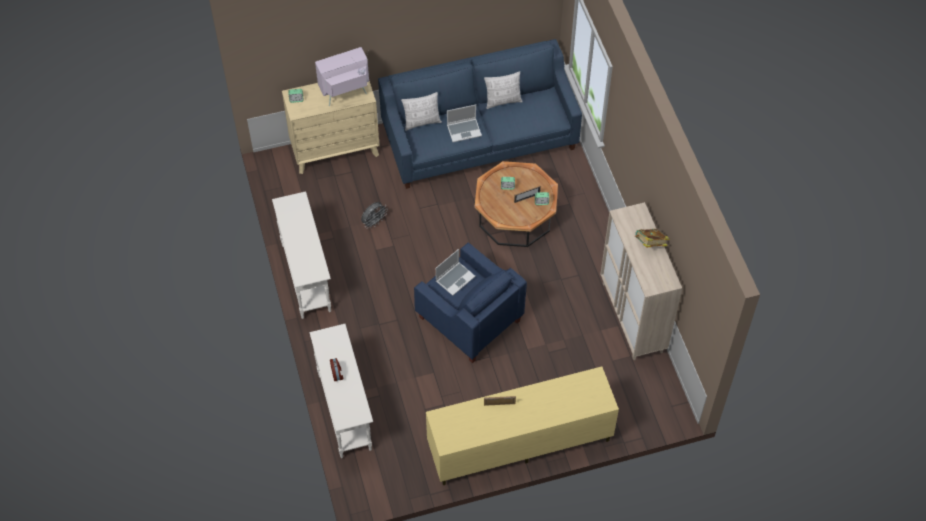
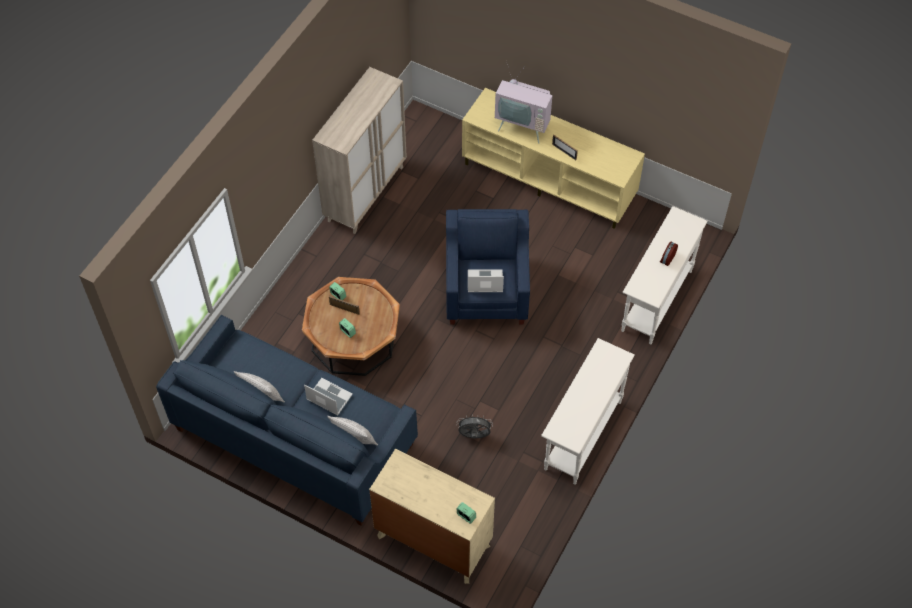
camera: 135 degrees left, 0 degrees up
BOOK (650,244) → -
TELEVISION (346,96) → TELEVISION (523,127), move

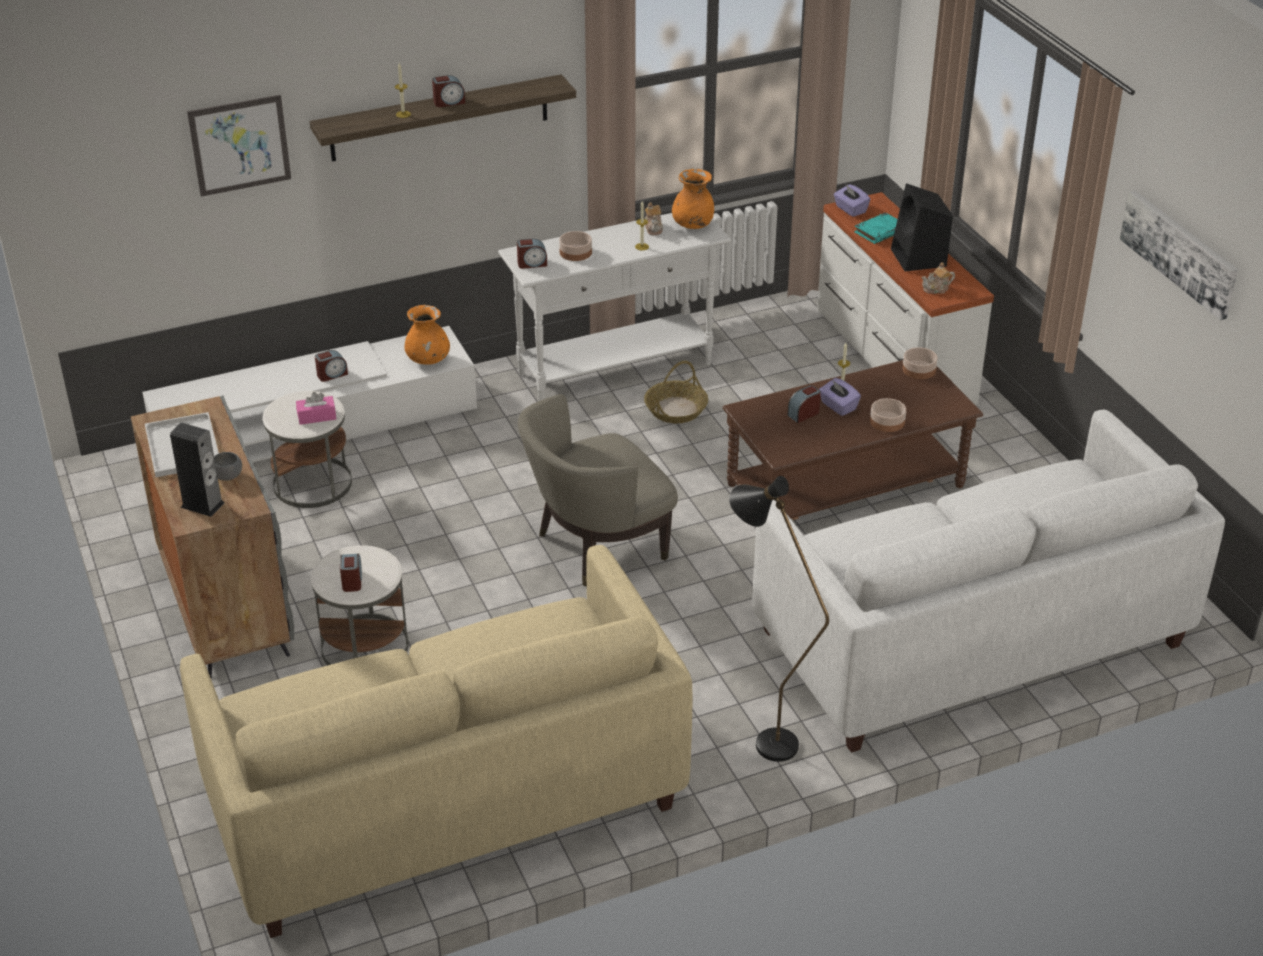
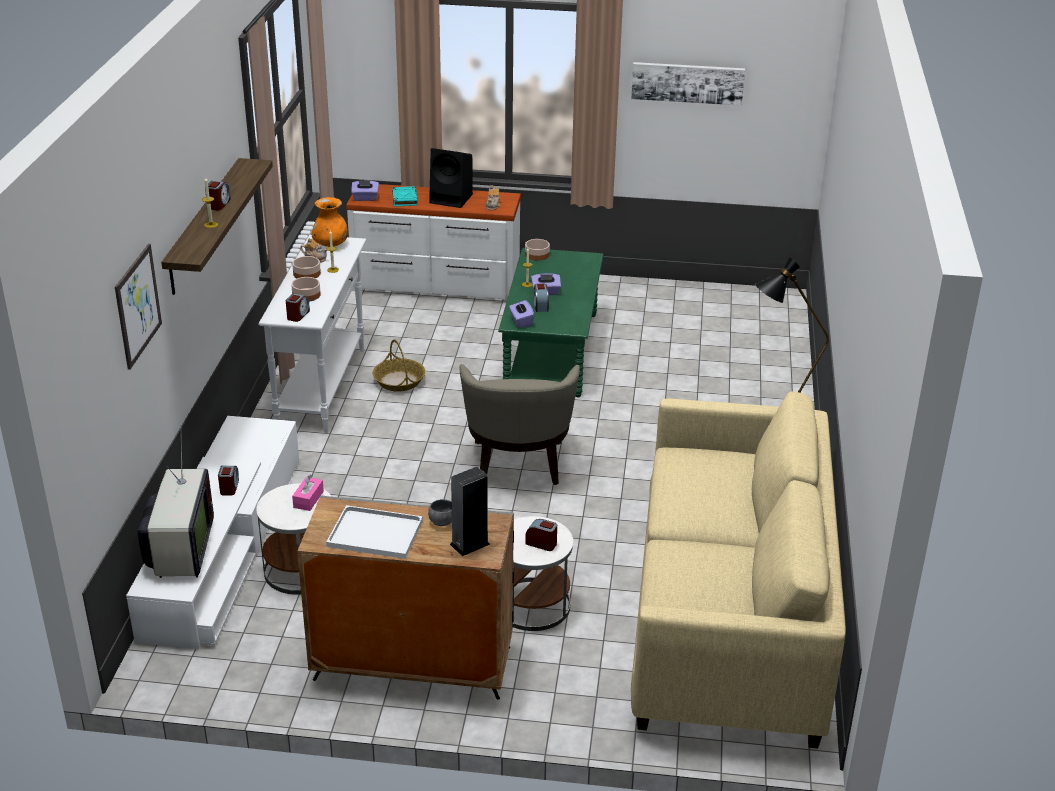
camera: 60 degrees left, 5 degrees down
ORANGE VASE (428,360) → -
WHITE SOFA (970,638) → -
- → TELEVISION (180,551)
- → PURPLE TISSUE BOX (521,322)
BOWL (886,421) → BOWL (306,274), move
BROWN COFFEE TABLE (844,485) → GREEN COFFEE TABLE (551,352)

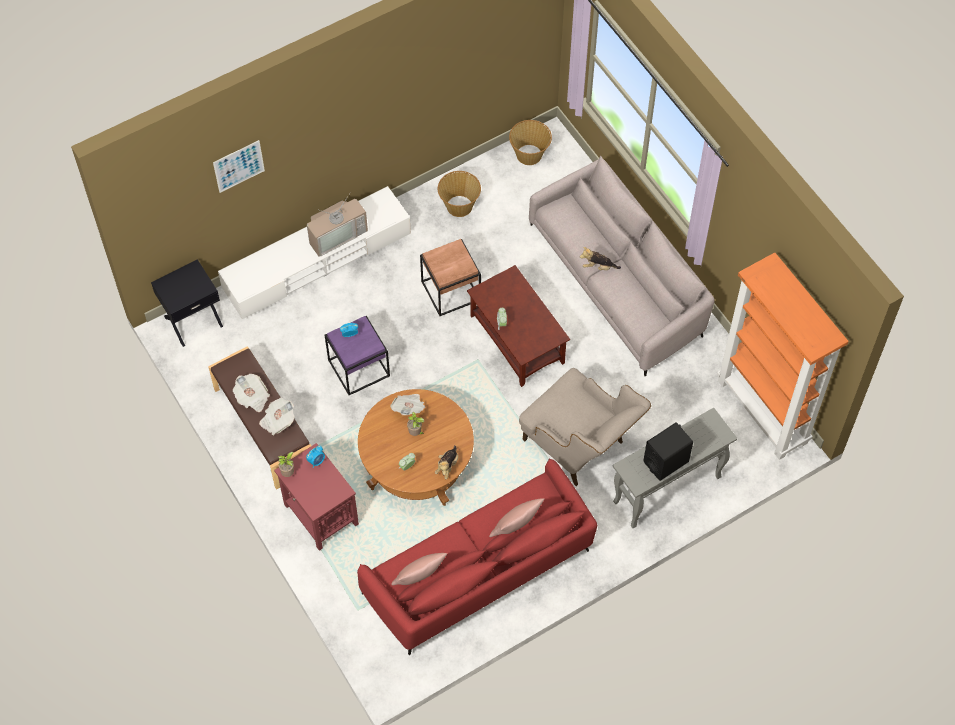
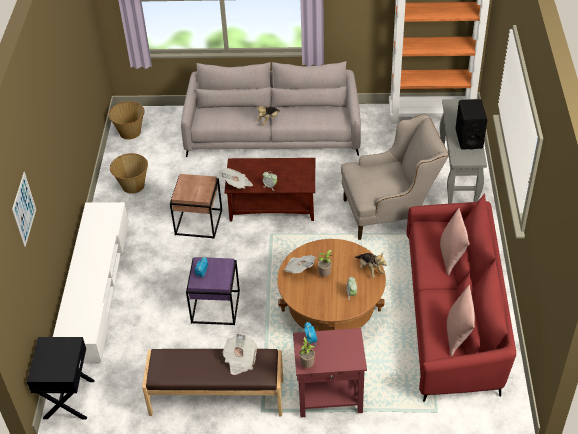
camera: 55 degrees left, 15 degrees down
TELEVISION (337,234) → -
NEWSPAPER (252,397) → NEWSPAPER (237,185), move

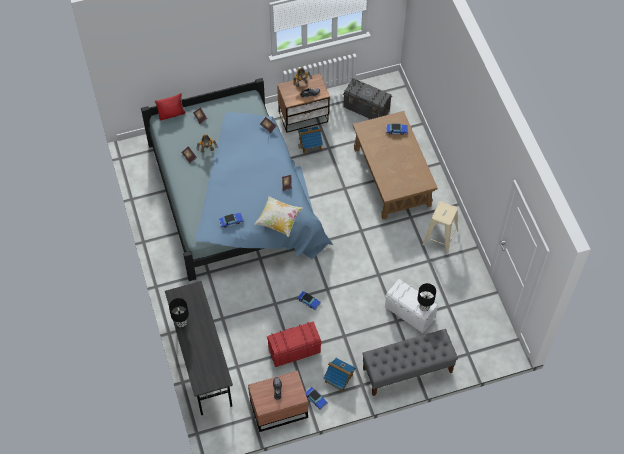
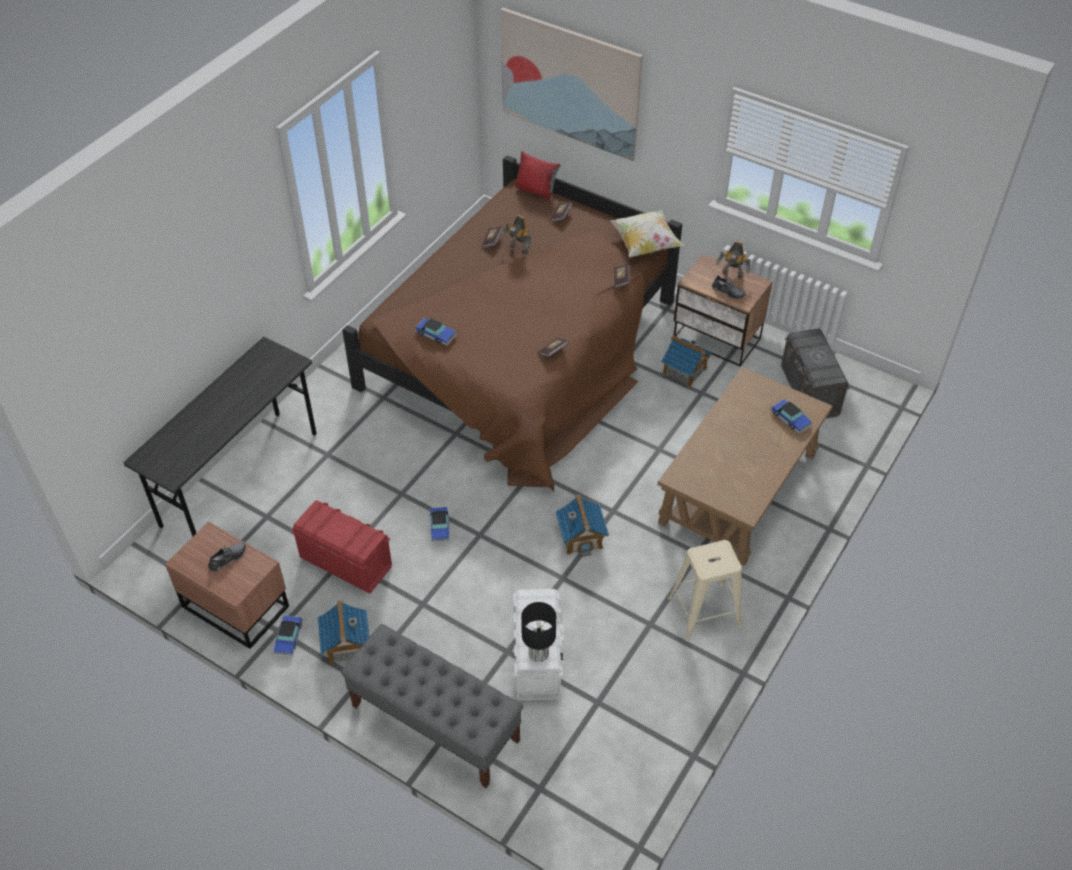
camera: 50 degrees right, 10 degrees down
BLACK TABLE LAMP (181,322) → -
- → PICTURE (570,83)
- → TOY HOUSE (581,536)
PILLOW (279,220) → PILLOW (645,244), move
BLUE BED (235,197) → BROWN BED (521,352)

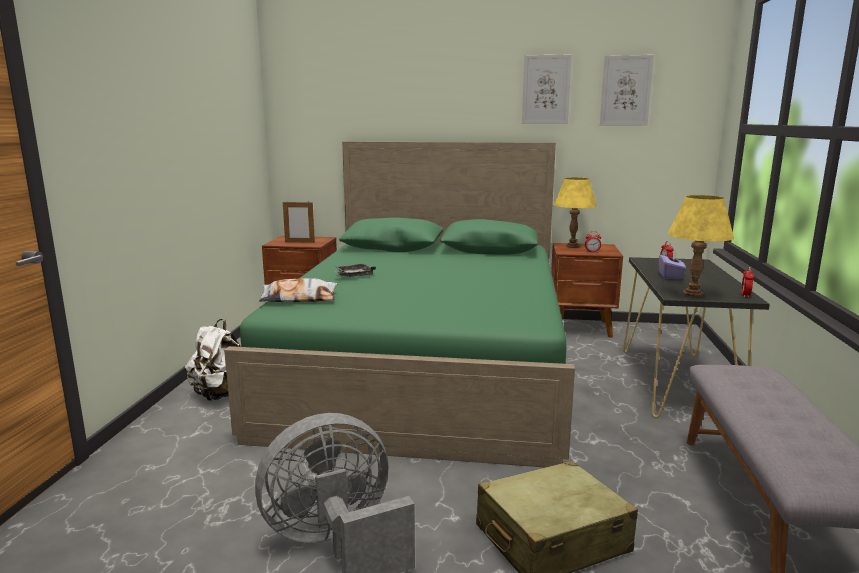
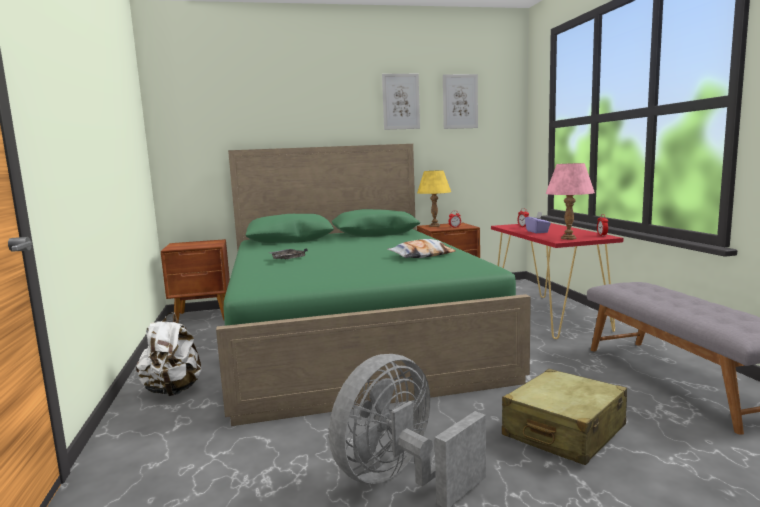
camera: 20 degrees left, 5 degrees down
PICTURE FRAME (299,242) → -
PILLOW (299,298) → PILLOW (421,255), move
BLACK CONSOLE TABLE (677,383) → RED CONSOLE TABLE (548,316)
YELLOW TABLE LAMP (693,294) → PINK TABLE LAMP (568,238)

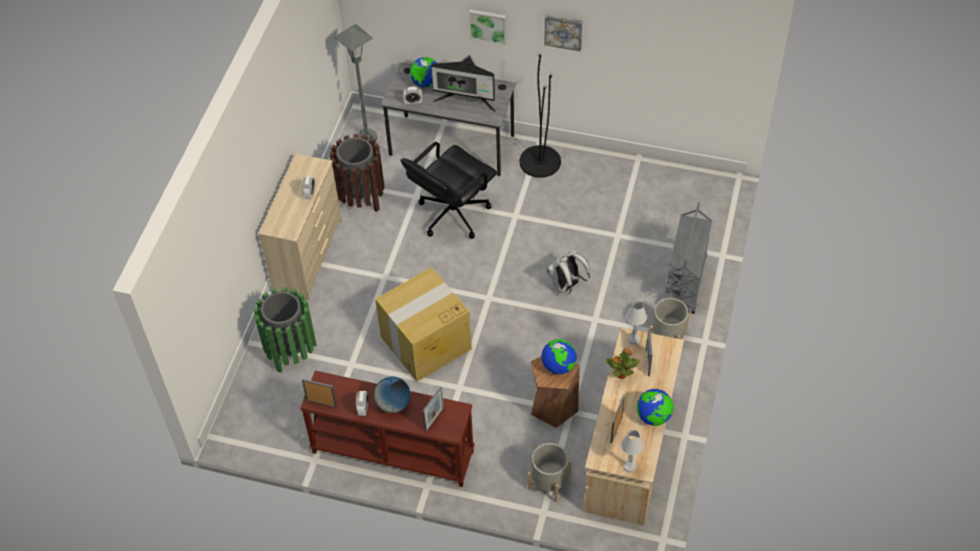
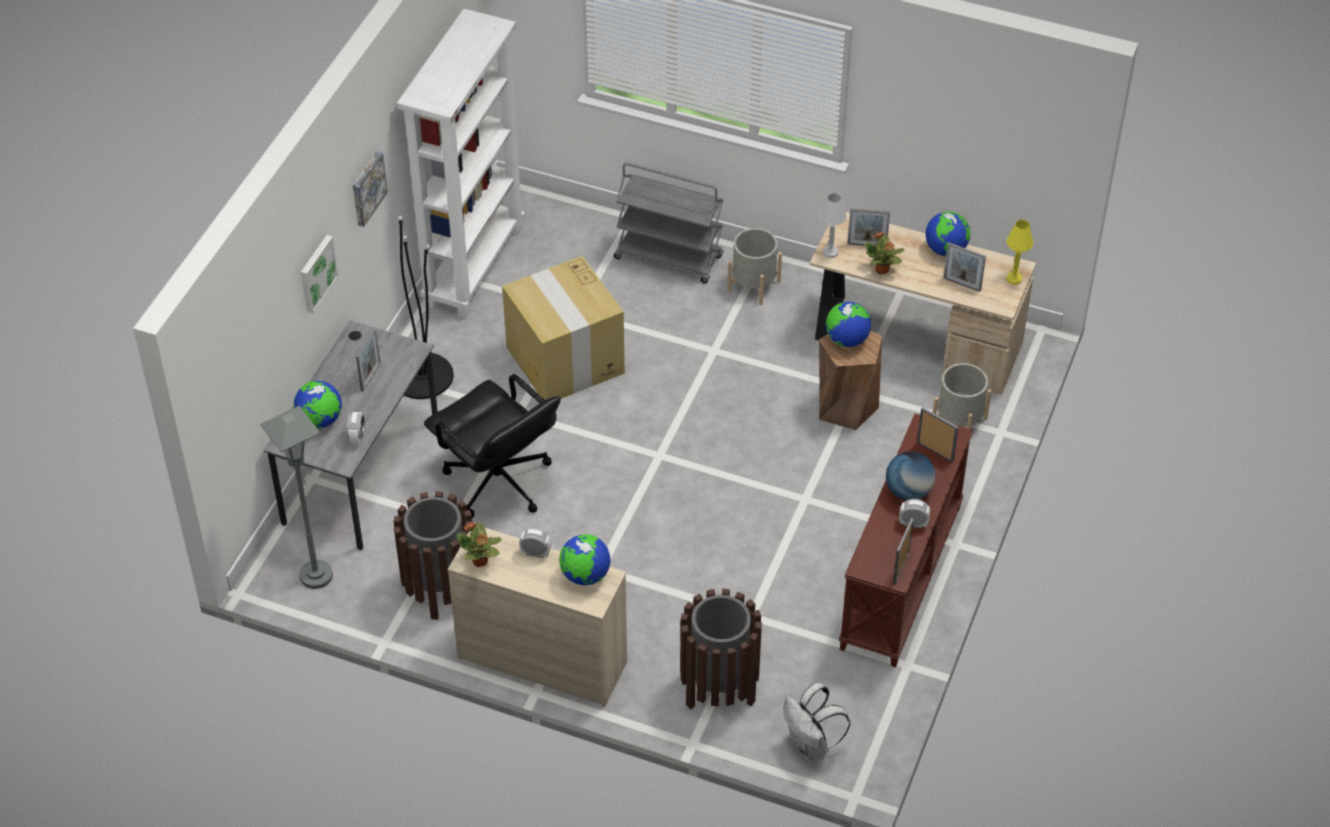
camera: 85 degrees left, 5 degrees down
- → WHITE BOOKCASE (473,266)
- → POTTED PLANT (480,562)
- → GLOBE (585,575)
CARDBOARD BOX (425,343) → CARDBOARD BOX (566,361), move
WHITE BACKPACK (566,286) → WHITE BACKPACK (811,745), move
MONITOR (466,100) → PICTURE FRAME (370,377)
GREEN TRASH CAN (291,351) → BROWN TRASH CAN (718,687)
WHITE TABLE LAMP (629,466) → YELLOW TABLE LAMP (1014,279)

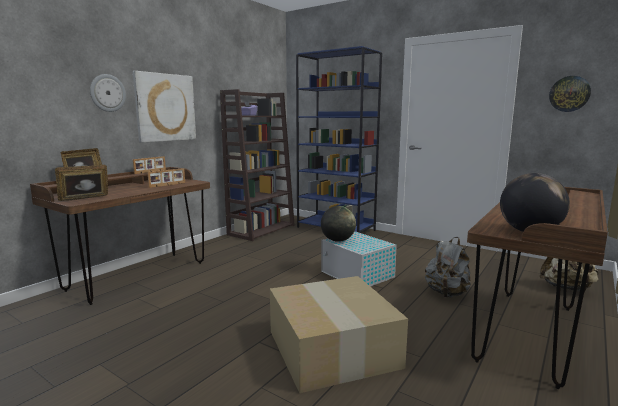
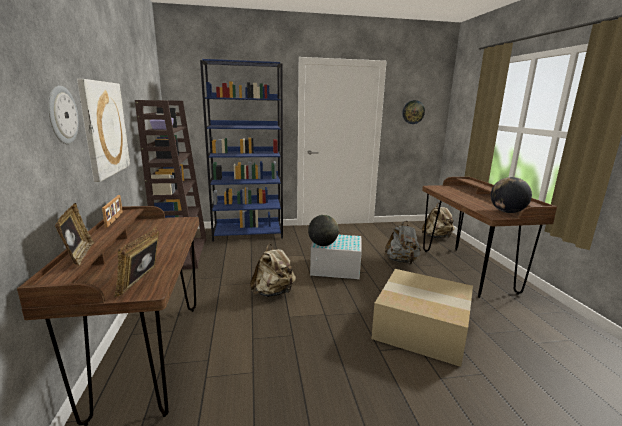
camera: 45 degrees left, 5 degrees up
PICTURE FRAME (167,185) → -
- → BEIGE BACKPACK (273,293)

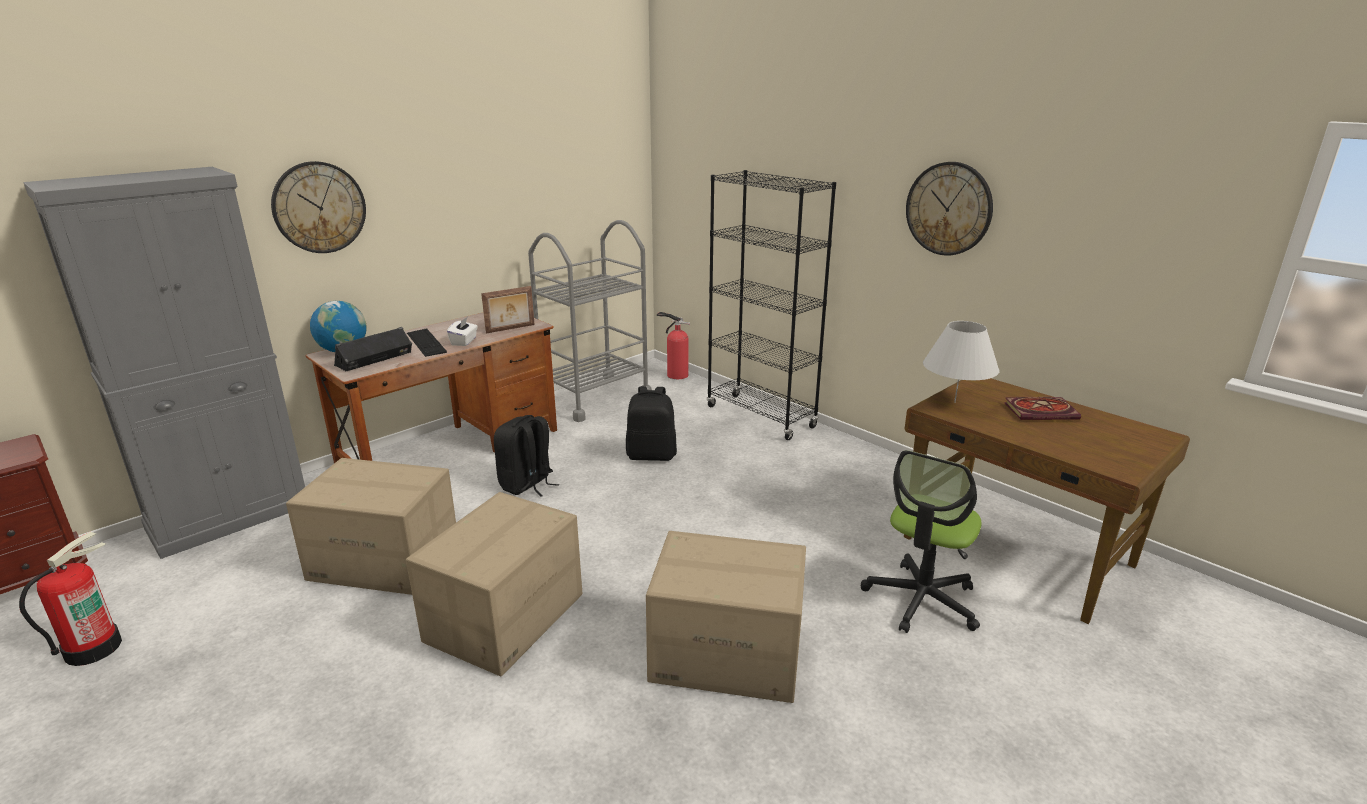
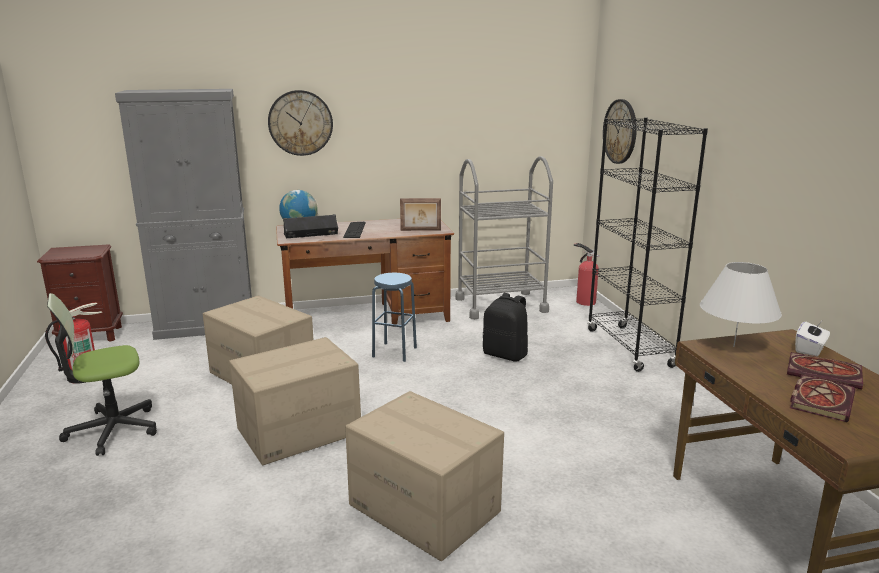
camera: 30 degrees right, 5 degrees down
- → BOOK (820,400)
WHITE TISSUE BOX (464,341) → WHITE TISSUE BOX (810,350), move
OFFICE CHAIR (921,600) → OFFICE CHAIR (112,430), move
WALL CLOCK (949,209) → WALL CLOCK (620,131), move
BLACK BACKPACK (527,484) → BLUE STOOL (394,352)

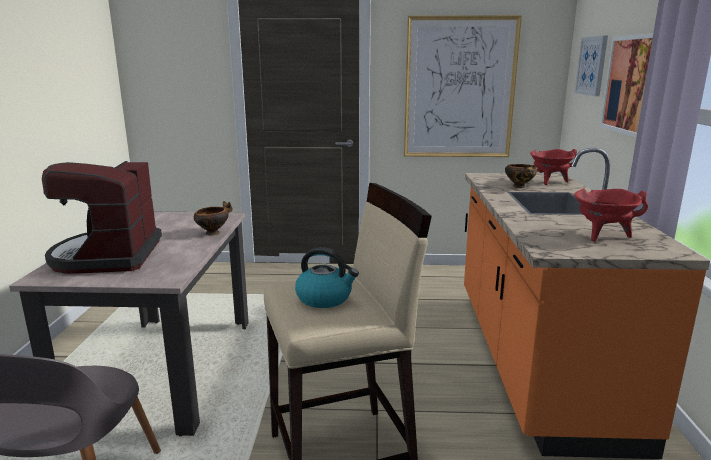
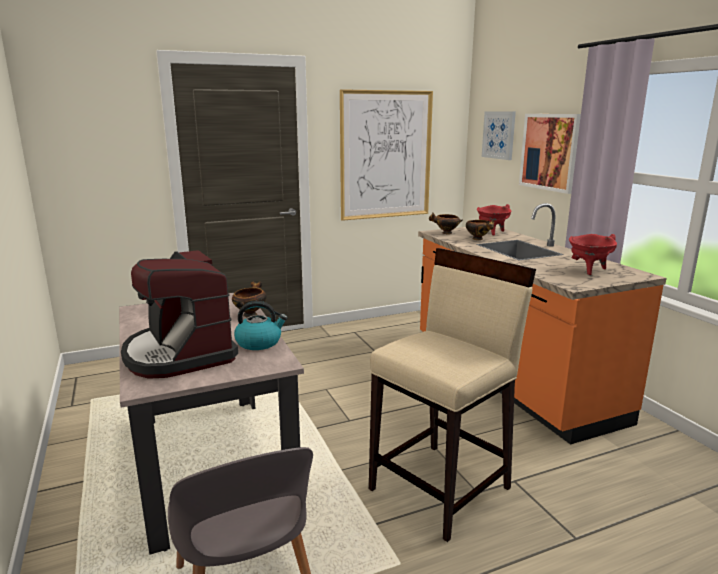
camera: 25 degrees left, 0 degrees up
- → BOWL (446,233)
KETTLE (325,298) → KETTLE (259,342), move

